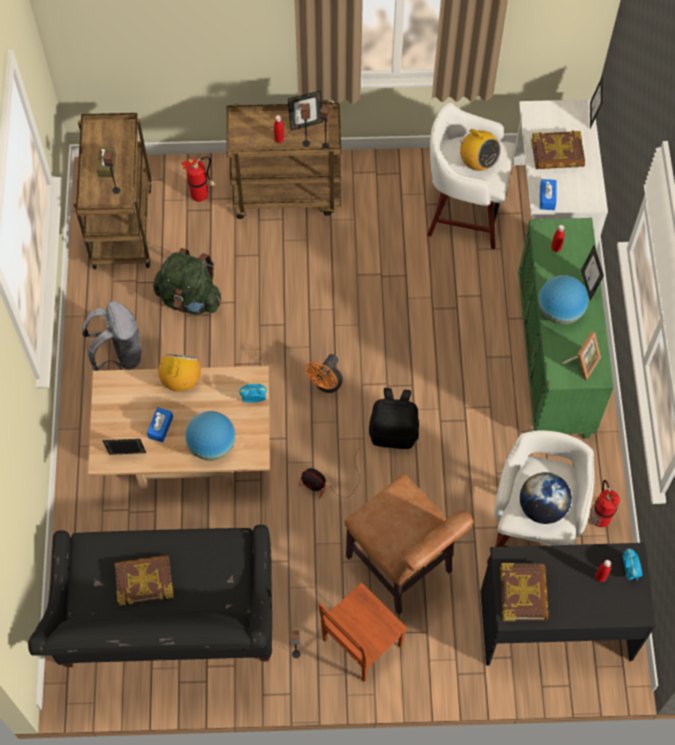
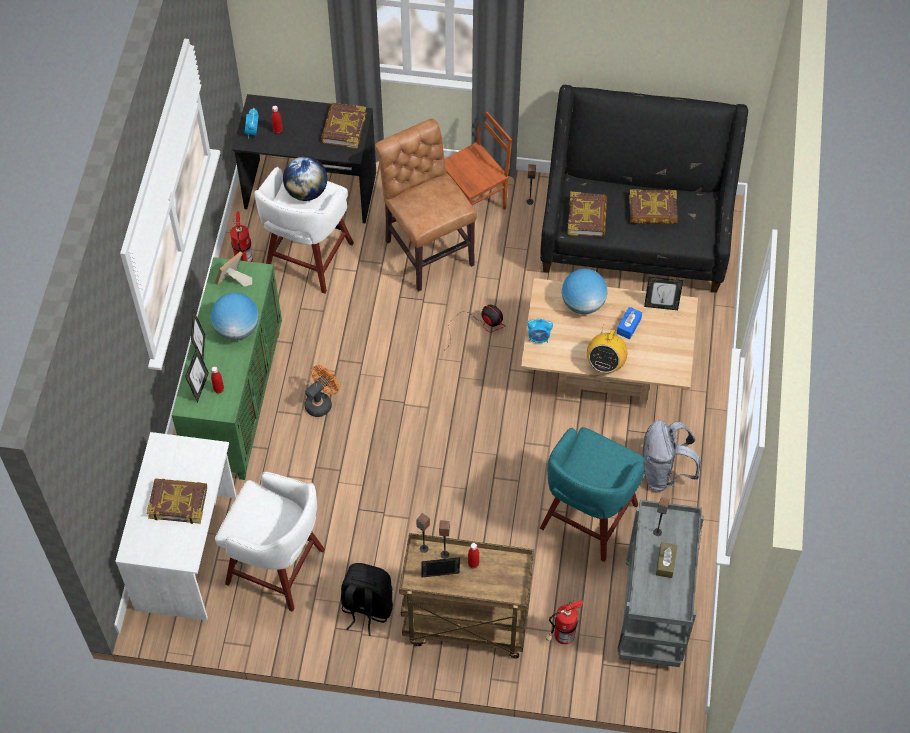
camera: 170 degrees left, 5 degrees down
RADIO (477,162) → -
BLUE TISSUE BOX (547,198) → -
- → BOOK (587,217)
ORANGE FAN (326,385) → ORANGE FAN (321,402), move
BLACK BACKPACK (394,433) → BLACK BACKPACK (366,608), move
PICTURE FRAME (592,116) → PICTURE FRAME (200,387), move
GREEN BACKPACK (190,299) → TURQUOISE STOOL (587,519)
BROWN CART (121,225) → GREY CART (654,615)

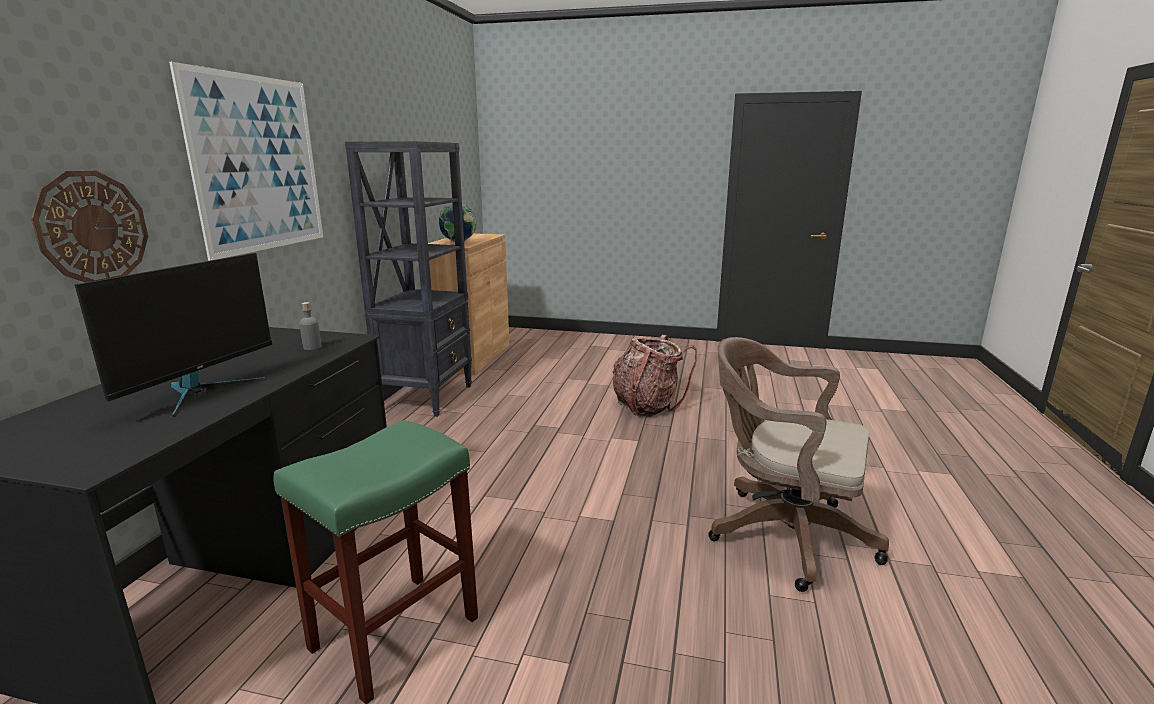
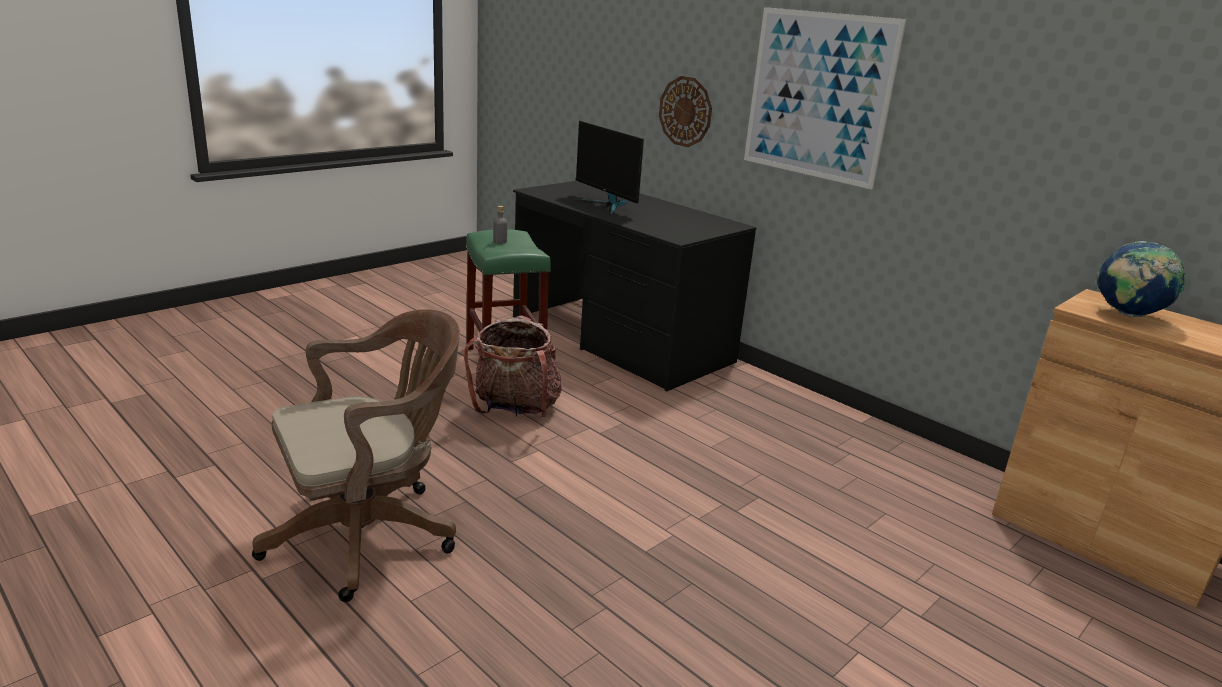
camera: 120 degrees right, 5 degrees up
BLACK BOOKCASE (427,397) → -
GREY BOTTLE (312,347) → GREY BOTTLE (500,242), move
BACKPACK (647,405) → BACKPACK (516,409), move

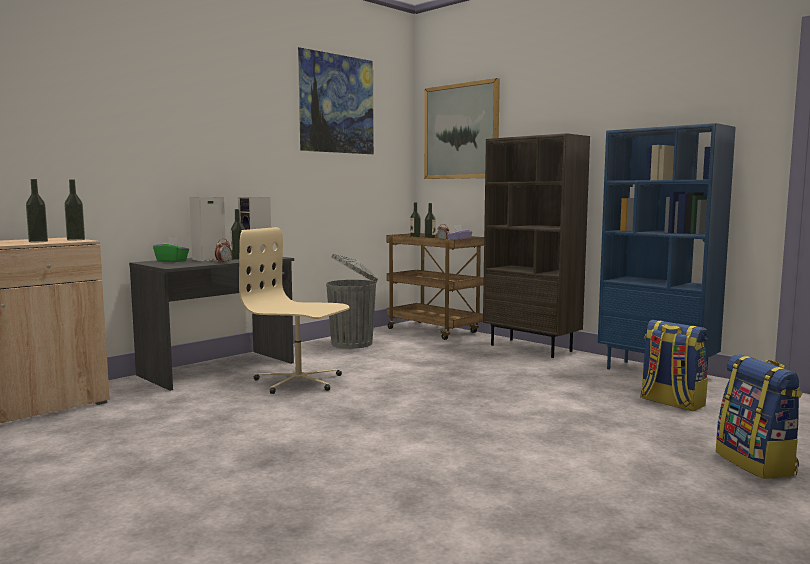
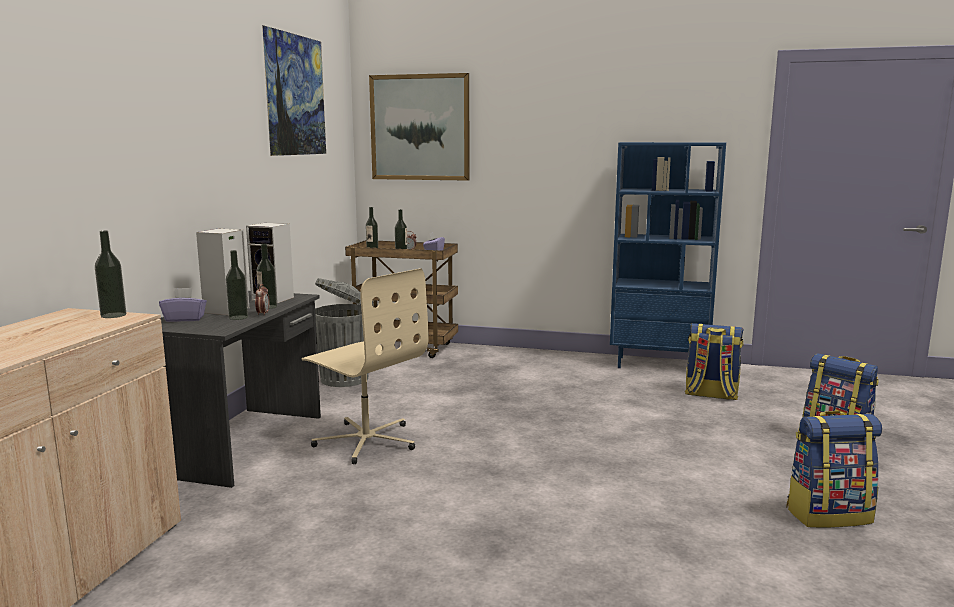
camera: 30 degrees left, 5 degrees up
BROWN BOOKCASE (532,348) → -
- → BACKPACK (828,515)
BOTTLE (38,241) → BOTTLE (238,317), move
GREEN TISSUE BOX (172,261) → PURPLE TISSUE BOX (185,319)
BEIGE OFFICE CHAIR (298,381) → BEIGE OFFICE CHAIR (366,441), 135 degrees counterclockwise

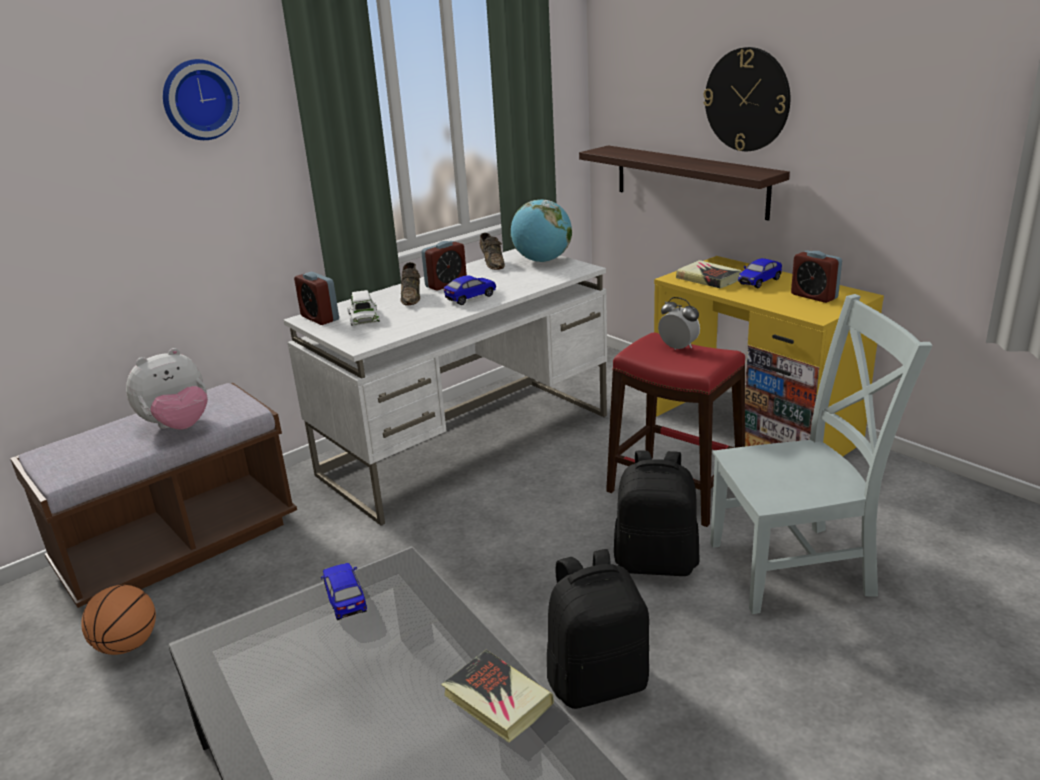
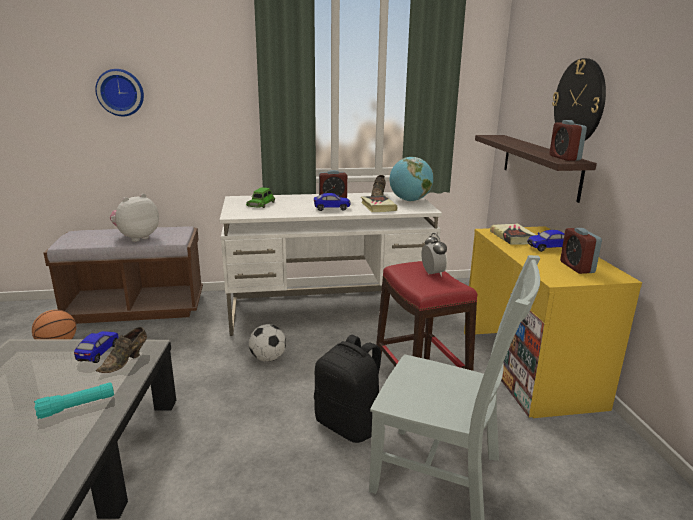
camera: 30 degrees right, 5 degrees down
BLACK BACKPACK (598,681) → -
- → TURQUOISE FLASHLIGHT (77,407)
- → FOOTBALL (268,358)
WALL CLOCK (198,99) → WALL CLOCK (120,92), move
ALARM CLOCK (320,318) → ALARM CLOCK (564,158), move
BROWN SHOE (412,297) → BROWN SHOE (126,361), move
BOOK (497,700) → BOOK (378,207), move
WHITE TOY CAR (363,317) → GREEN TOY CAR (261,204)
PLUSH TOY (178,426) → PLUSH TOY (136,238), 135 degrees clockwise

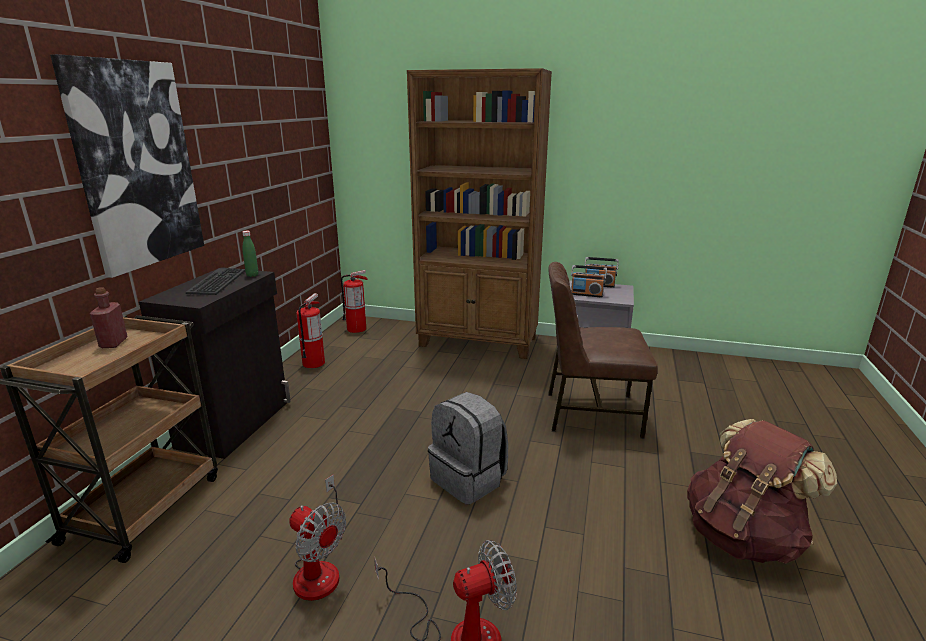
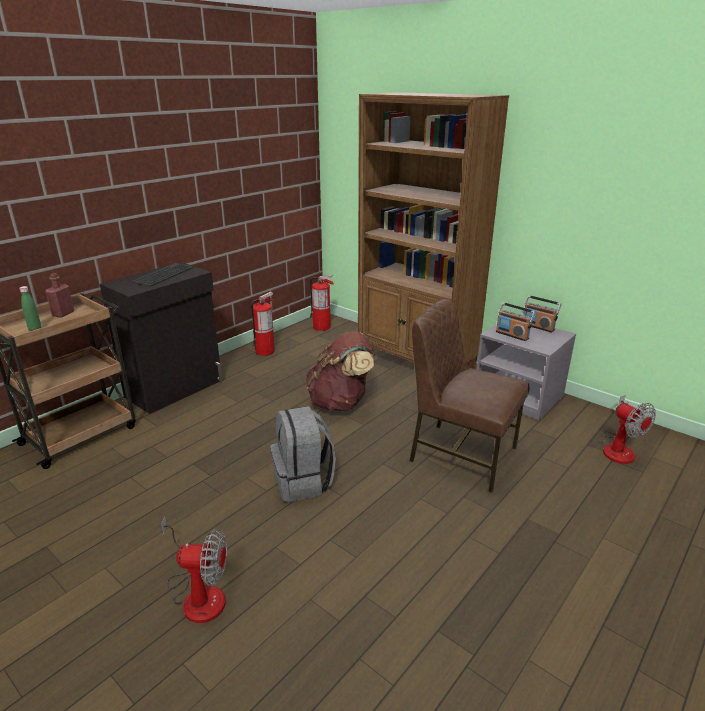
camera: 25 degrees right, 5 degrees up
PICTURE (136,165) → -
GREEN BOTTLE (252,275) → GREEN BOTTLE (35,329), move
FAN (320,567) → FAN (619,448), move
BROWN BACKPACK (743,536) → BROWN BACKPACK (341,403), move

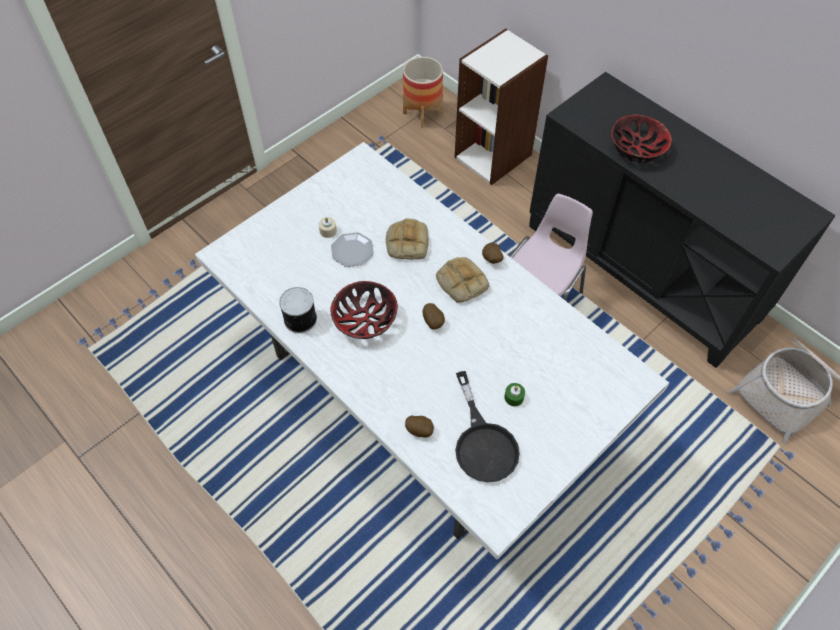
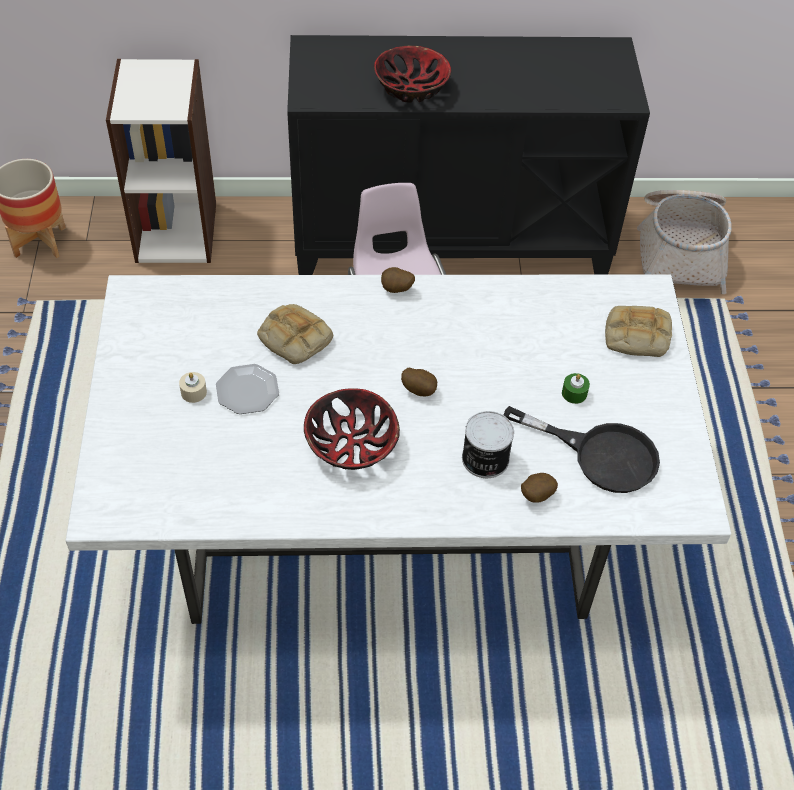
camera: 50 degrees left, 5 degrees down
CAN (299,319) → CAN (484,459), move
BREAD (460,282) → BREAD (636,336), move

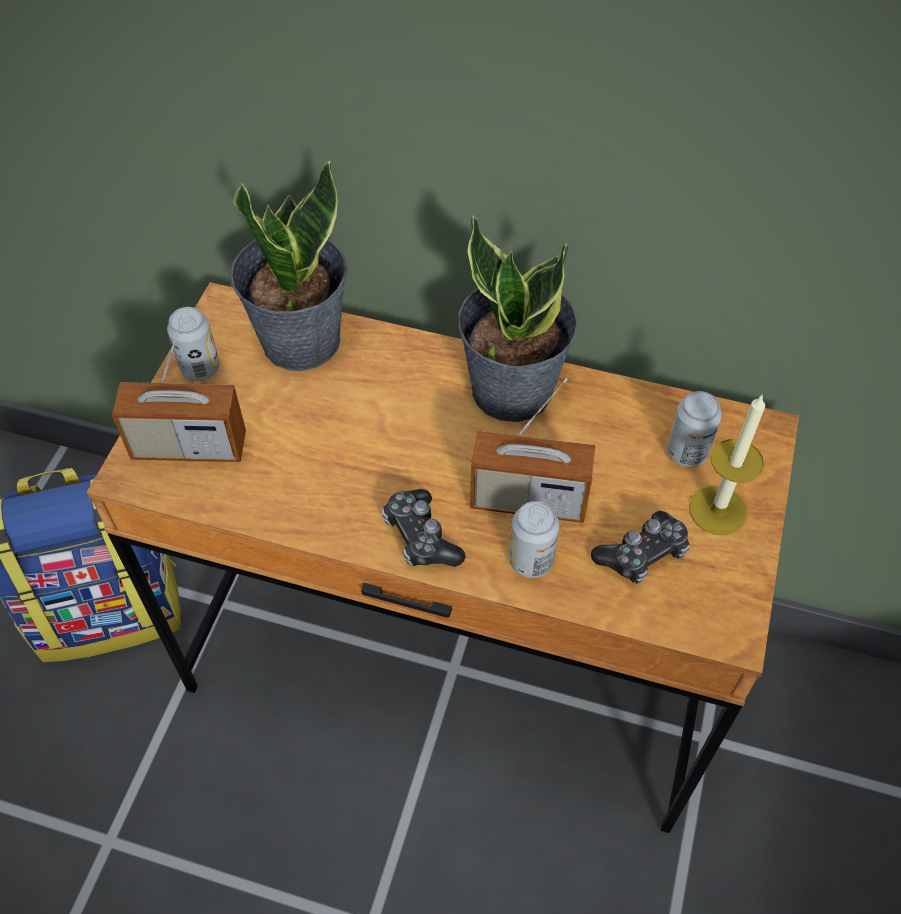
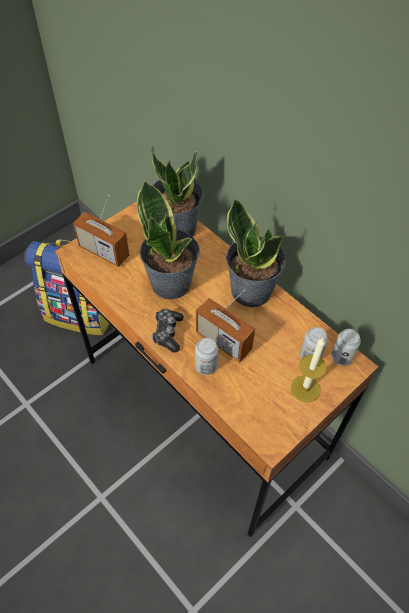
camera: 30 degrees right, 0 degrees up
GAME CONTROLLER (642,554) → -
- → POTTED PLANT (171,283)
CAN (200,368) → CAN (341,357), move

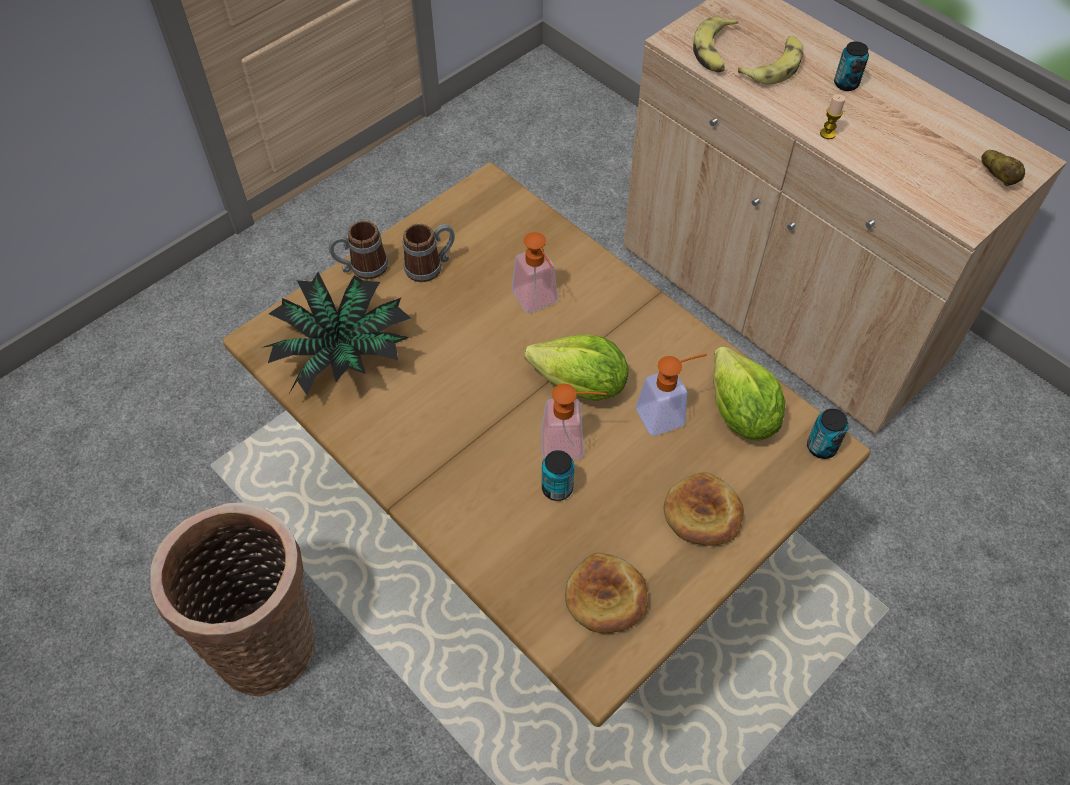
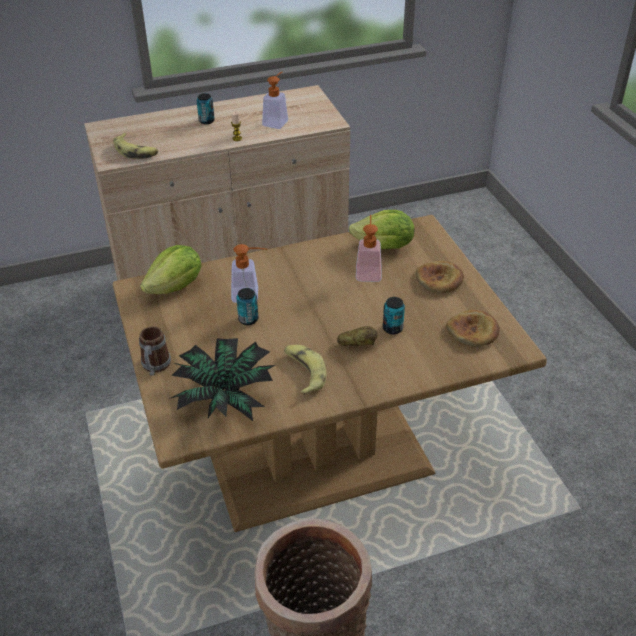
camera: 65 degrees left, 15 degrees down
MUG (430,266) → -
LETTUCE (580,386) → LETTUCE (176,287), move
SOAP DISPENSER (571,443) → SOAP DISPENSER (277,121), move
BANANA (774,67) → BANANA (303,372), move
CAN (821,447) → CAN (248,319), move
POTATO (997,177) → POTATO (357,345), move

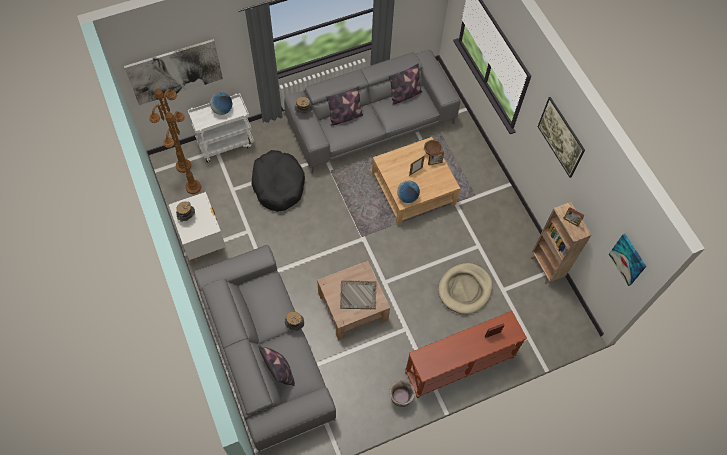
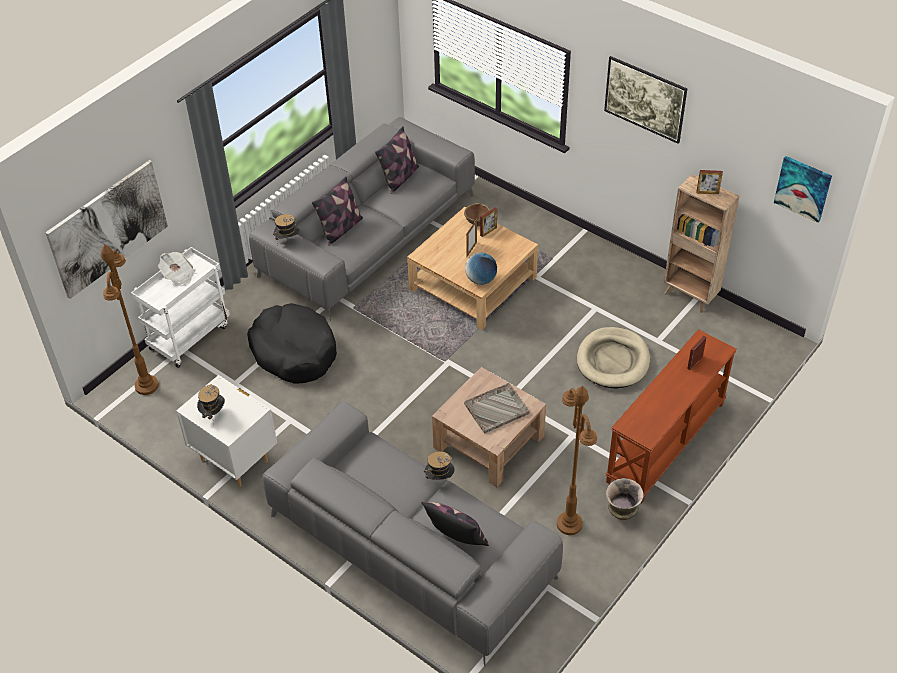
camera: 25 degrees left, 15 degrees down
BROWN FLOOR LAMP (193,187) → BROWN FLOOR LAMP (569,524), move
GLOBE (222,110) → NEWSPAPER (178,275)

